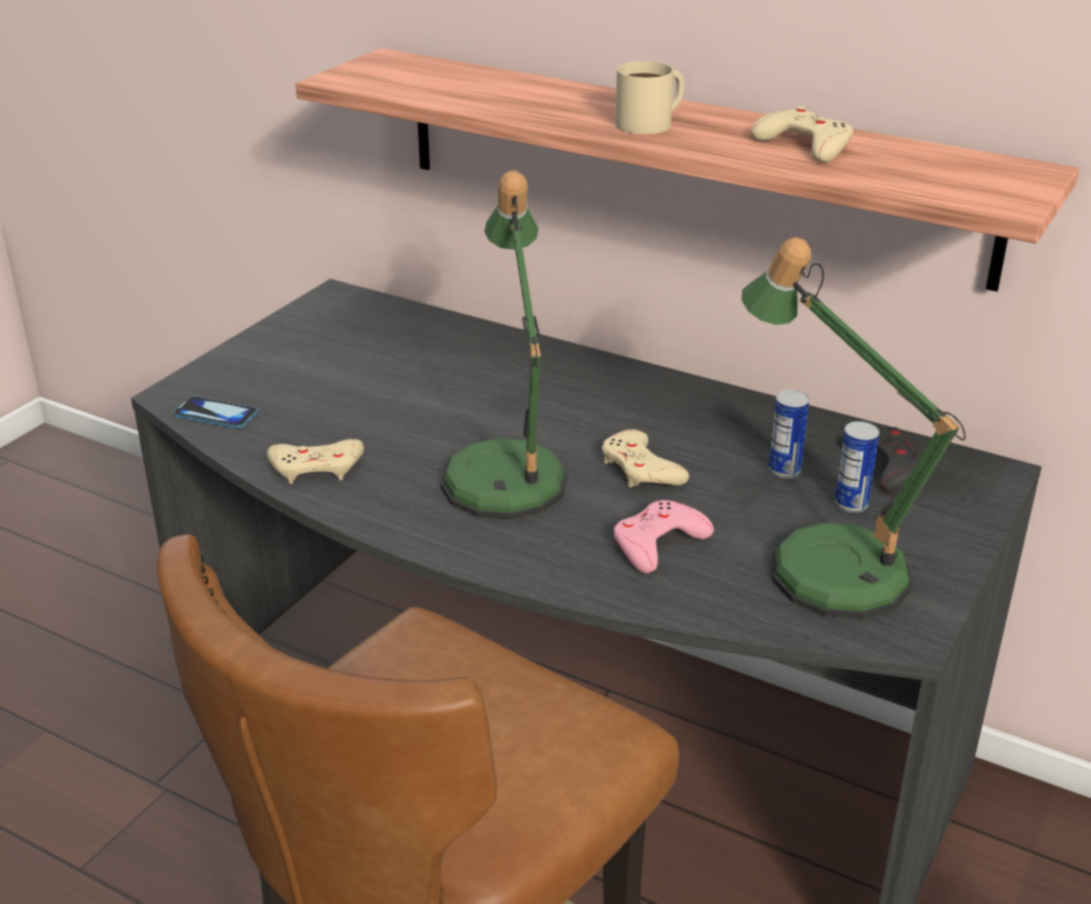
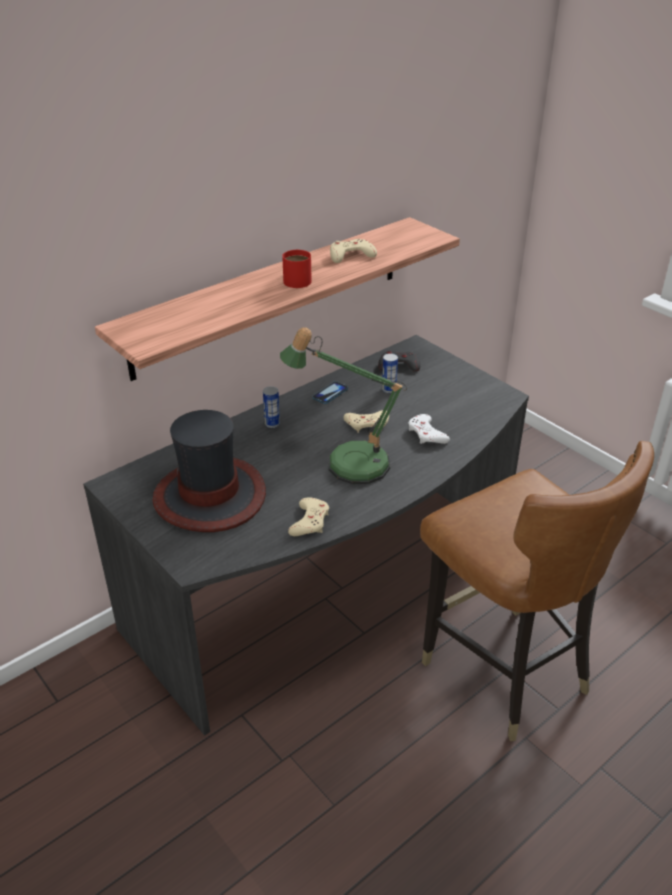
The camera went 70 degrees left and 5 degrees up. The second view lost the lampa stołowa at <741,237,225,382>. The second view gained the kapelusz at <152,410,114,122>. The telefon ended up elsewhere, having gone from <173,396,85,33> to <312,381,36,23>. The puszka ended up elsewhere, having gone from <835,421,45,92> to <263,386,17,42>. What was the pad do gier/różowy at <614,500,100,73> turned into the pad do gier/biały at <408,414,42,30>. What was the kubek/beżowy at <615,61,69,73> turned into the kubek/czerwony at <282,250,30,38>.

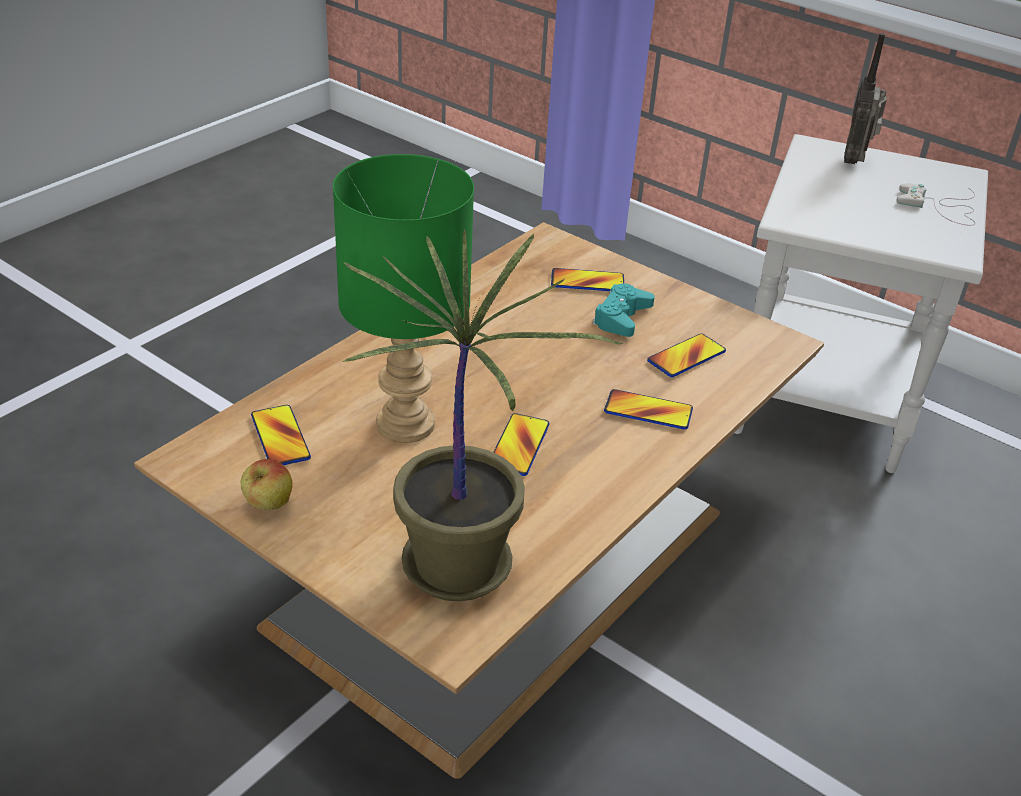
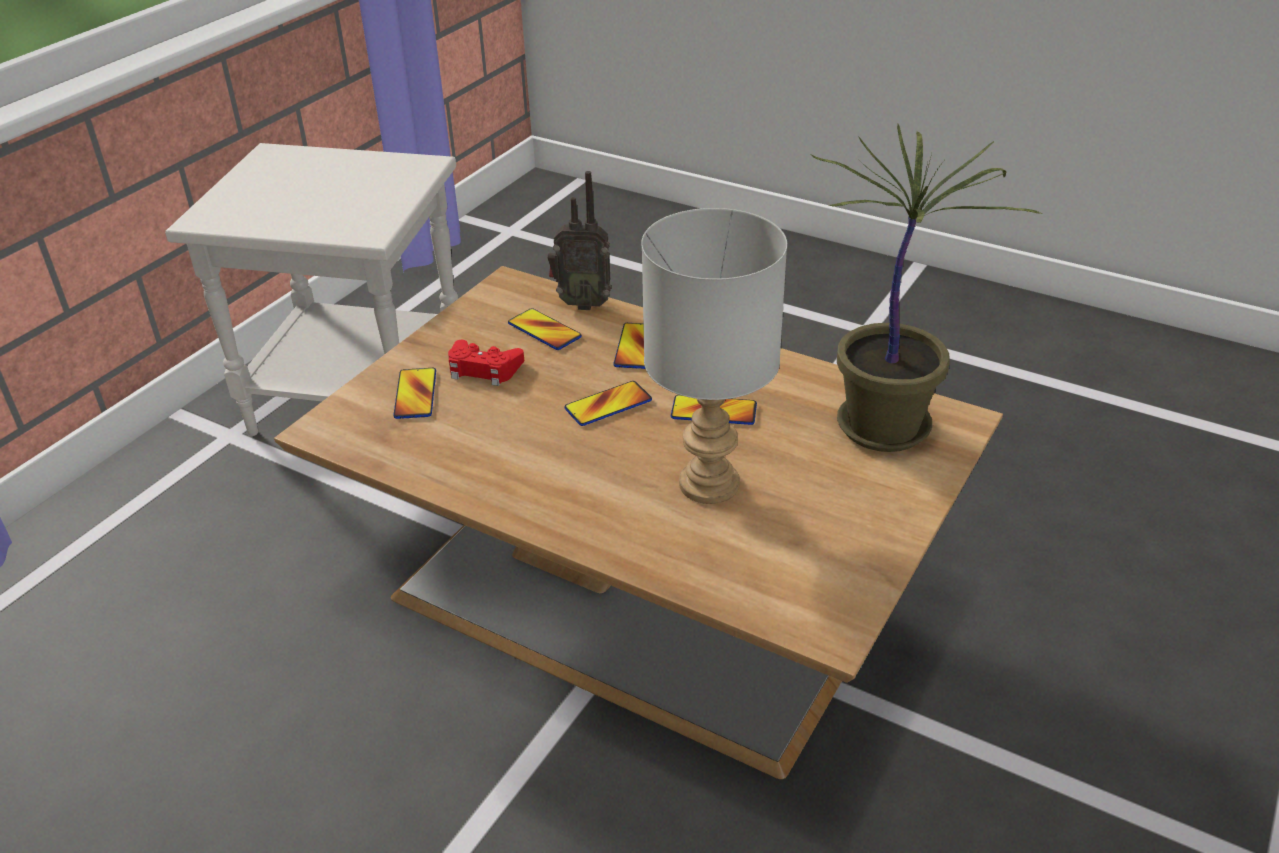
The camera went 95 degrees left and 0 degrees up. The second view lost the jabłko at <241,459,51,51>. The second view lost the pad do gier/biały at <897,184,78,42>. The telefon ended up elsewhere, having gone from <251,405,60,60> to <564,381,88,45>. The radio ended up elsewhere, having gone from <844,33,43,131> to <548,171,64,139>. What was the lampa stołowa/zielony at <333,154,141,289> turned into the lampa stołowa/szary at <641,208,146,296>. What was the pad do gier/turkusowy at <593,283,62,54> turned into the pad do gier/czerwony at <448,340,76,46>.

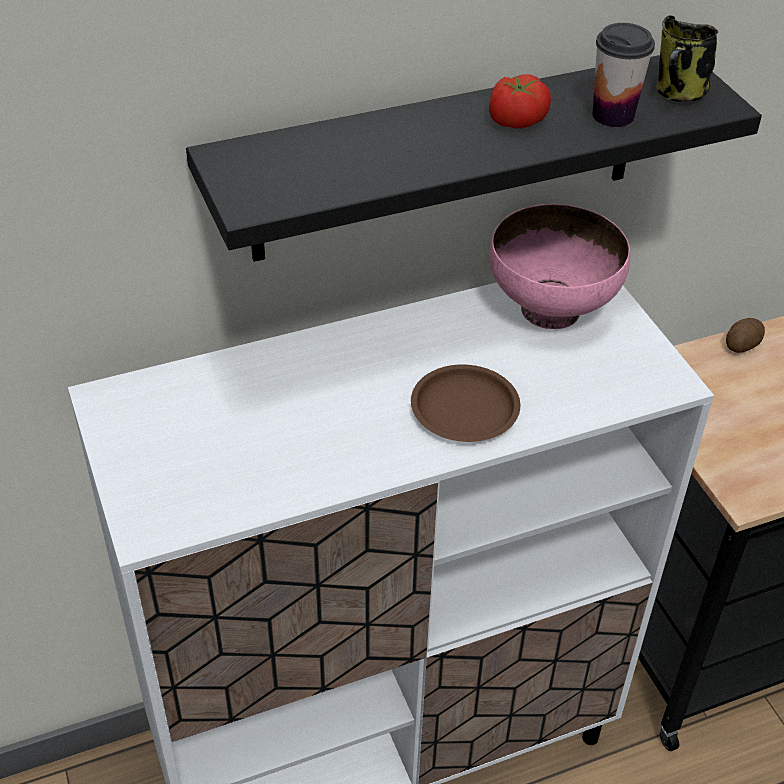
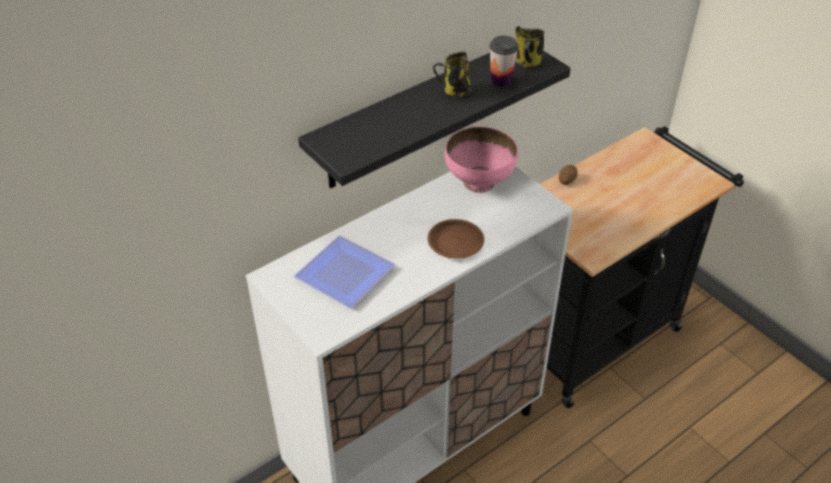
The camera went 15 degrees left and 0 degrees up. The second view gained the talerz at <294,235,101,73>. Where the pomidor stood at <489,74,62,55>, the kubek came to stand at <433,52,40,45>.

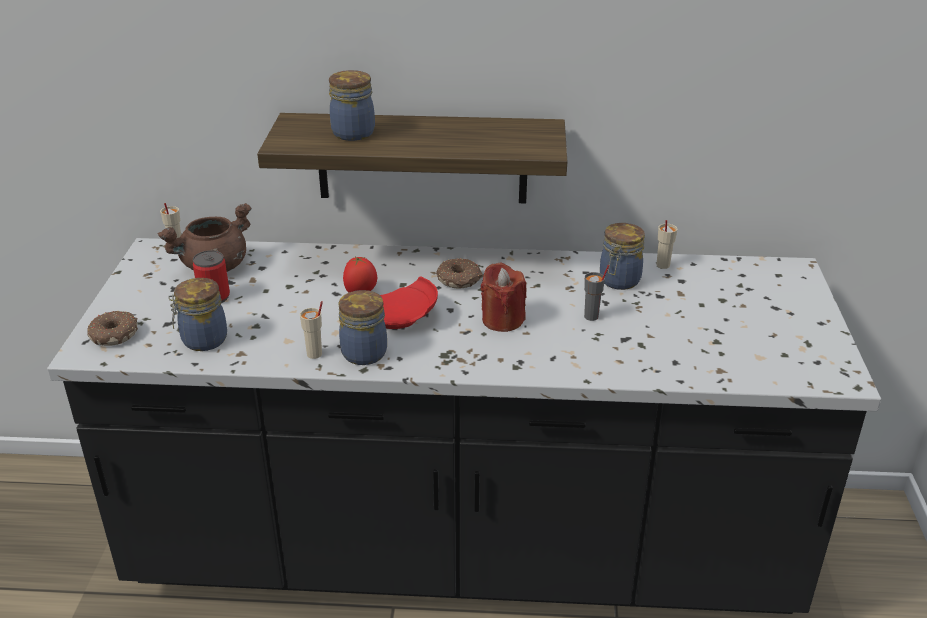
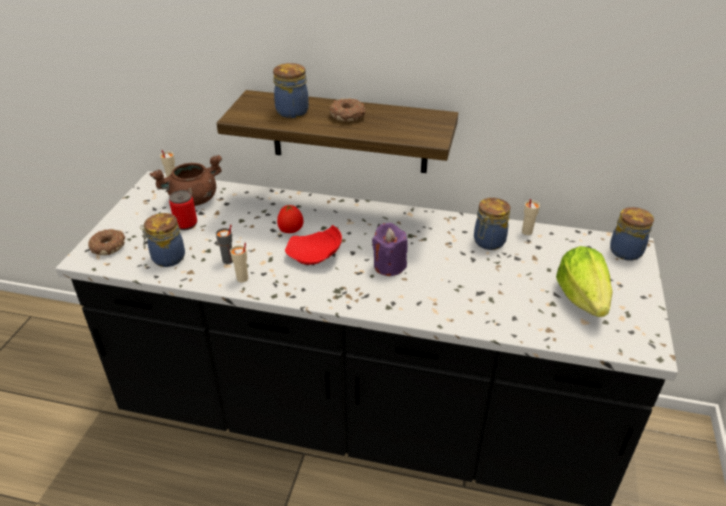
The camera went 10 degrees right and 5 degrees up. The second view gained the sałata at <556,246,57,71>. The słoik ended up elsewhere, having gone from <338,290,49,75> to <610,207,44,53>. The donut ended up elsewhere, having gone from <436,258,47,31> to <330,98,36,24>. The filiżanka/szary ended up elsewhere, having gone from <584,265,25,56> to <216,224,17,40>. What was the świeca/czerwony at <481,263,45,69> turned into the świeca/fioletowy at <372,223,36,53>.

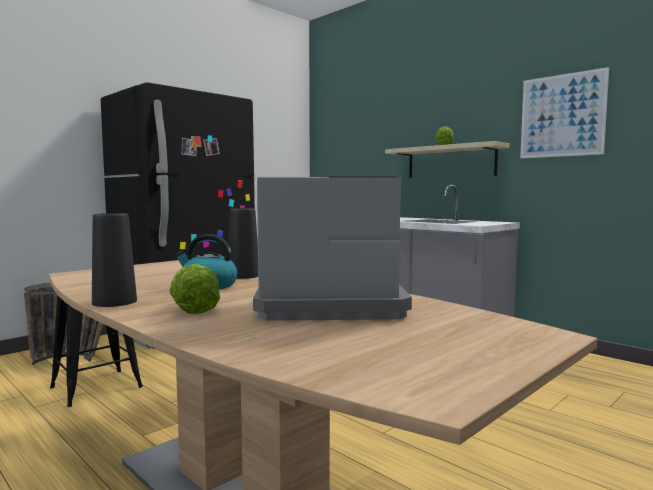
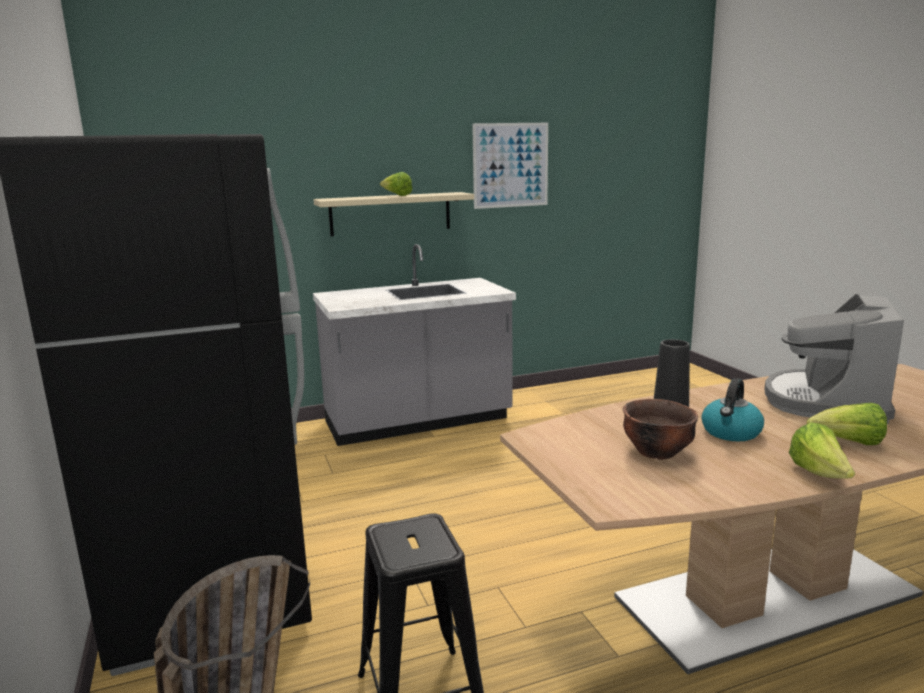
The camera went 65 degrees left and 10 degrees up. The second view gained the miska/brązowy at <623,399,75,61>. Where the wazon/czarny stood at <92,213,45,94>, the sałata came to stand at <789,422,66,57>.

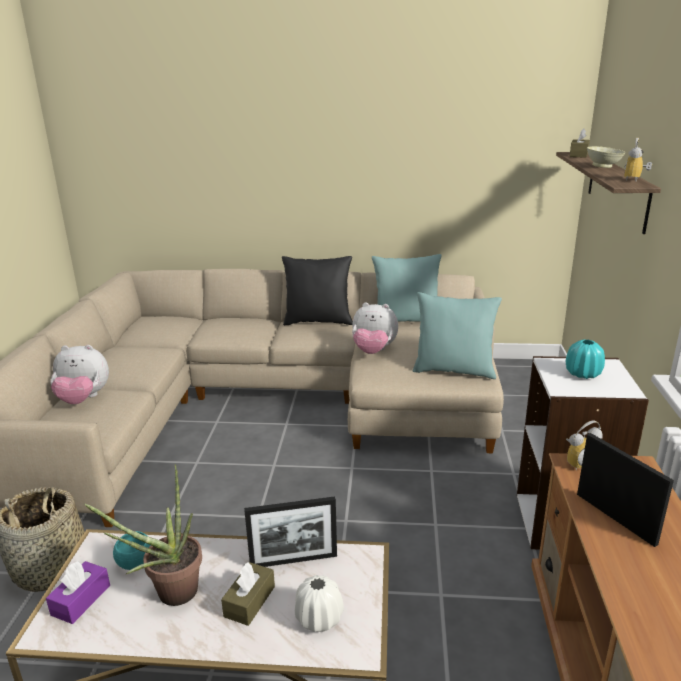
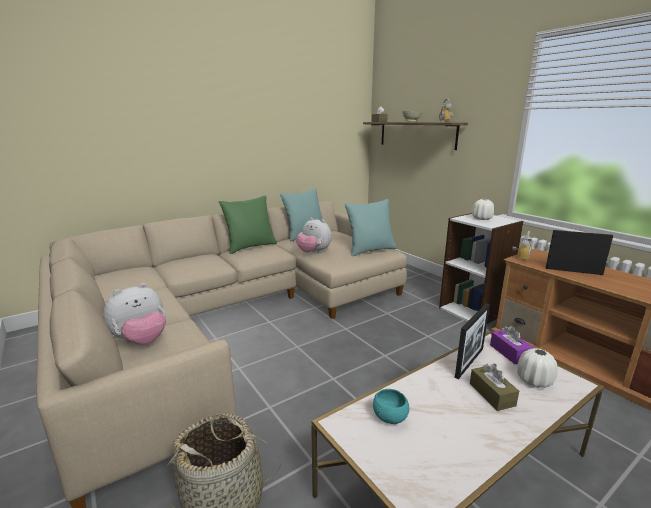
The camera went 40 degrees left and 5 degrees down. The second view lost the roślina doniczkowa at <84,464,118,142>. The pudełko chusteczek/fioletowy ended up elsewhere, having gone from <46,561,64,63> to <490,326,44,38>. What was the poduszka/czarny at <282,256,71,69> turned into the poduszka/zielony at <219,196,58,58>. What was the wazon/turkusowy at <566,339,39,40> turned into the wazon/biały at <472,199,22,21>. The pluszak at <352,302,46,52> ended up facing another way, 60 degrees clockwise from before.

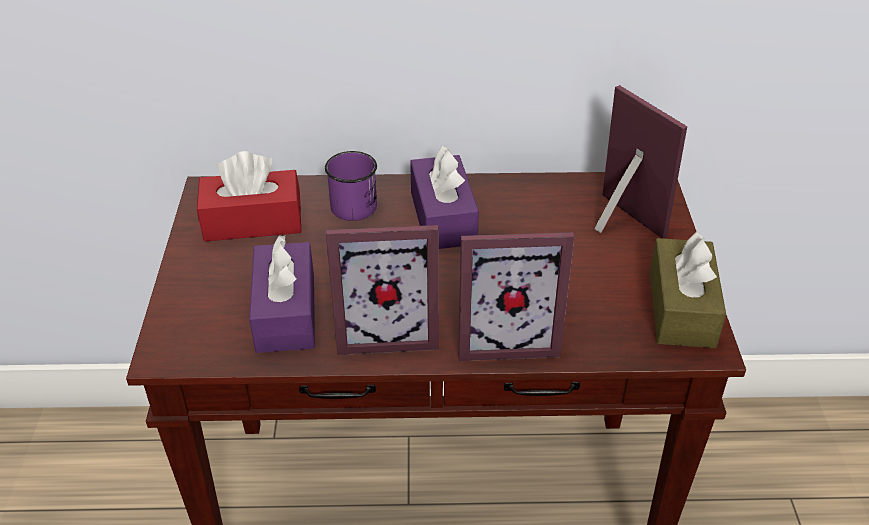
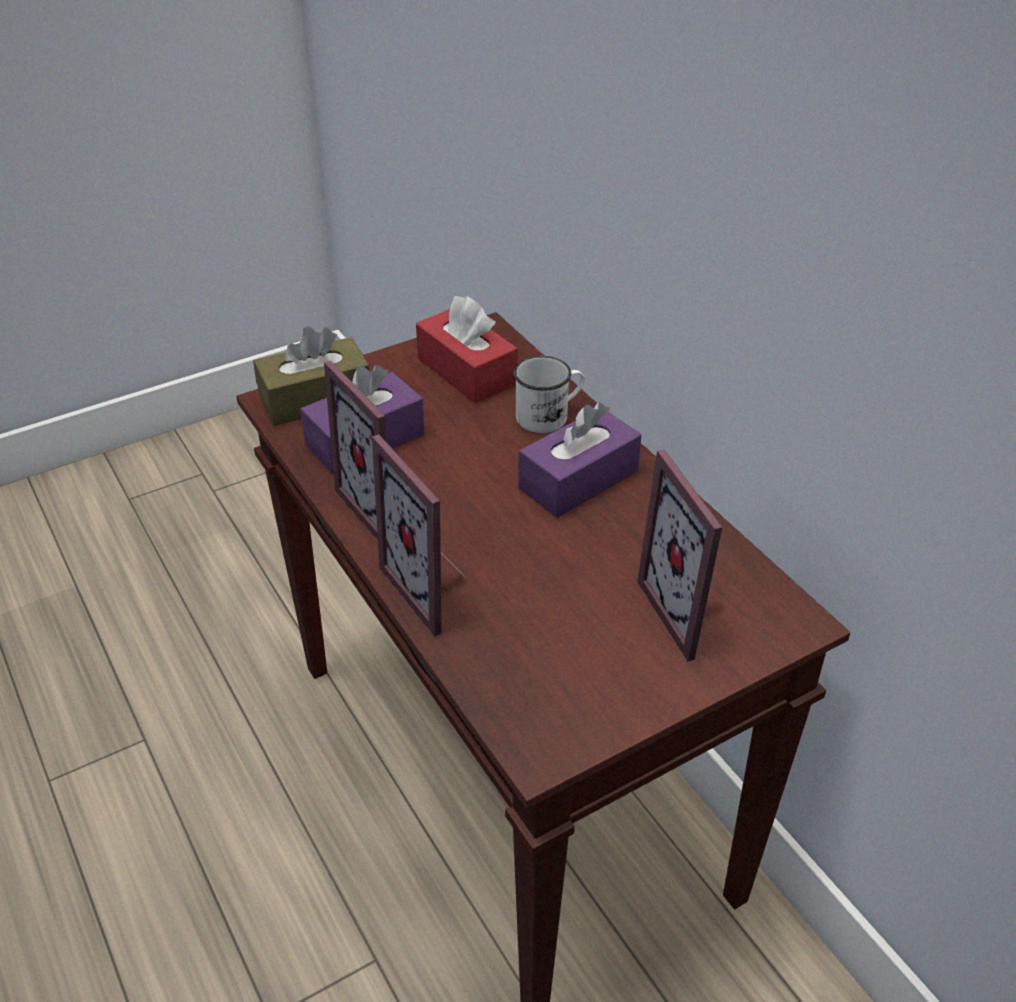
The camera went 60 degrees right and 0 degrees up. The pudełko chusteczek/brązowy ended up elsewhere, having gone from <650,231,76,117> to <253,326,117,100>. What was the kubek/fioletowy at <325,151,52,70> turned into the kubek/biały at <514,356,70,77>. The ramka na zdjęcie at <594,85,93,154> ended up facing another way, 135 degrees clockwise from before.

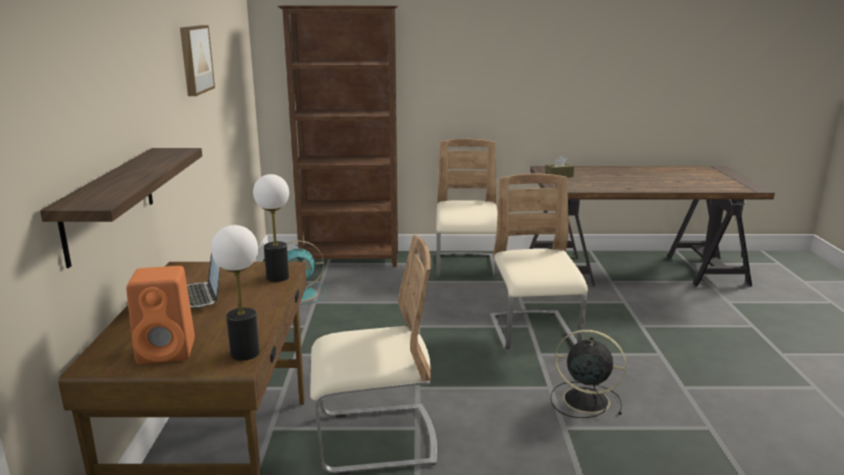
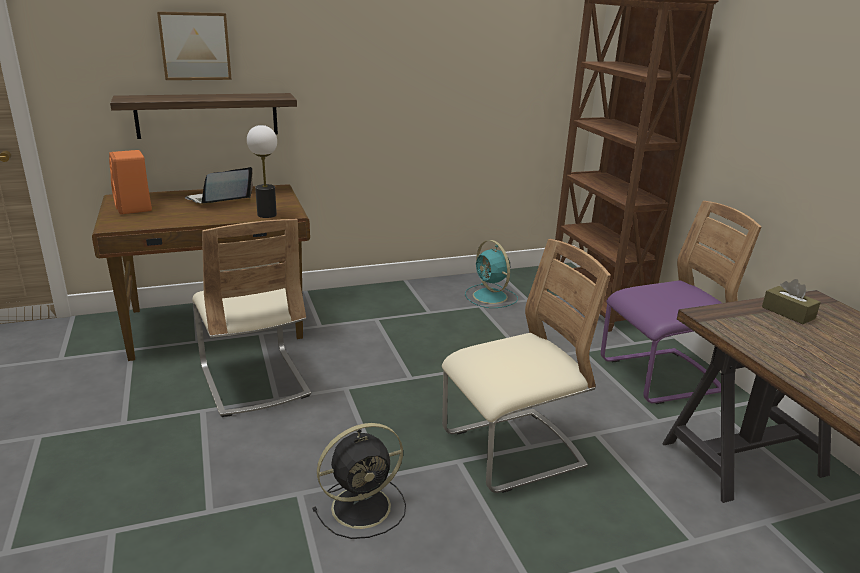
The camera went 70 degrees right and 5 degrees up. The second view lost the lampa stołowa at <211,225,49,136>. The obraz ended up elsewhere, having gone from <180,25,35,71> to <157,11,75,69>. What was the krzesło/beżowy at <436,139,62,138> turned into the krzesło/fioletowy at <601,201,160,203>. The wentylator/czarny at <550,330,76,88> ended up facing another way, 60 degrees clockwise from before.

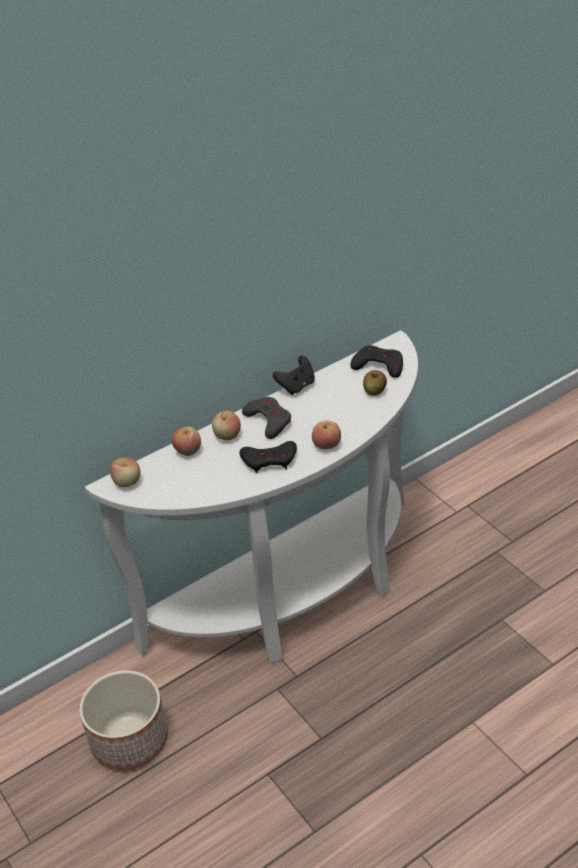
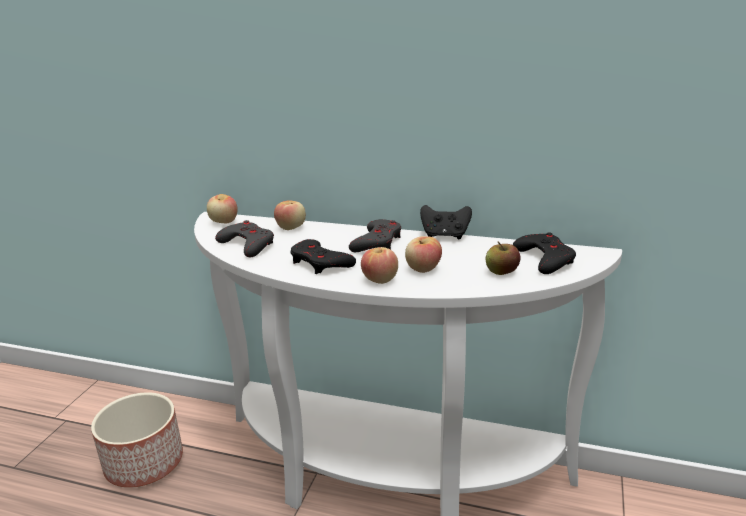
The camera went 50 degrees right and 15 degrees down. The second view gained the pad do gier/szary at <215,220,59,37>. The jabłko ended up elsewhere, having gone from <212,410,29,30> to <405,236,37,37>.

